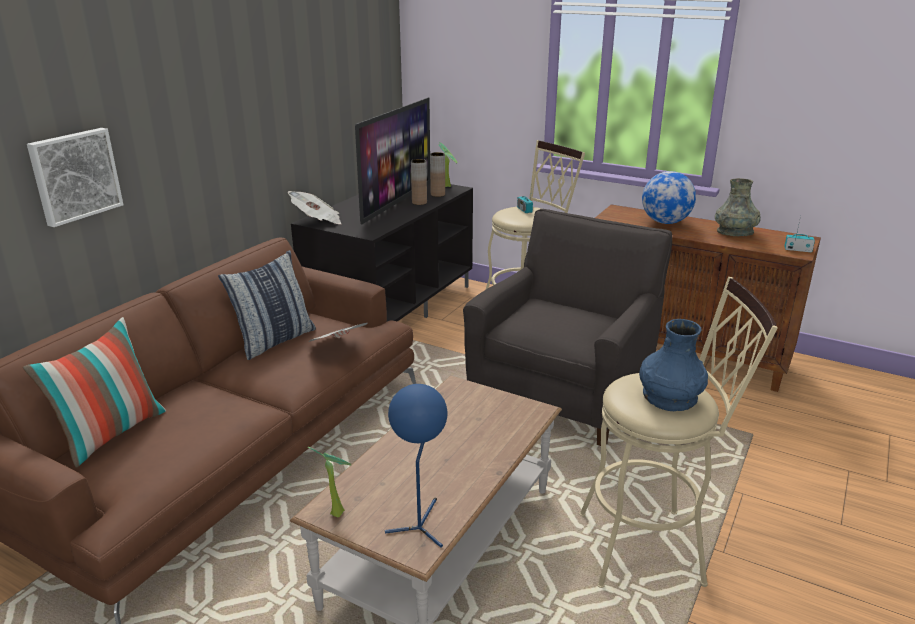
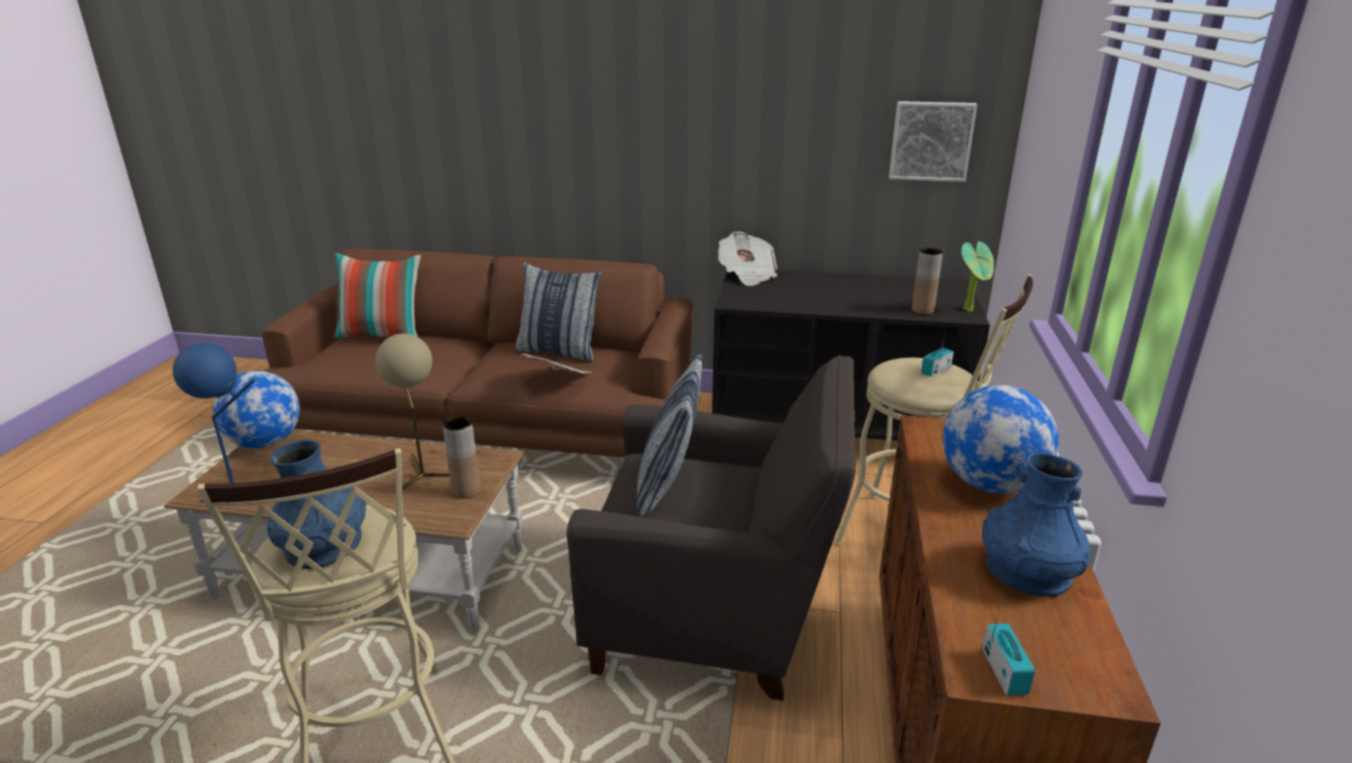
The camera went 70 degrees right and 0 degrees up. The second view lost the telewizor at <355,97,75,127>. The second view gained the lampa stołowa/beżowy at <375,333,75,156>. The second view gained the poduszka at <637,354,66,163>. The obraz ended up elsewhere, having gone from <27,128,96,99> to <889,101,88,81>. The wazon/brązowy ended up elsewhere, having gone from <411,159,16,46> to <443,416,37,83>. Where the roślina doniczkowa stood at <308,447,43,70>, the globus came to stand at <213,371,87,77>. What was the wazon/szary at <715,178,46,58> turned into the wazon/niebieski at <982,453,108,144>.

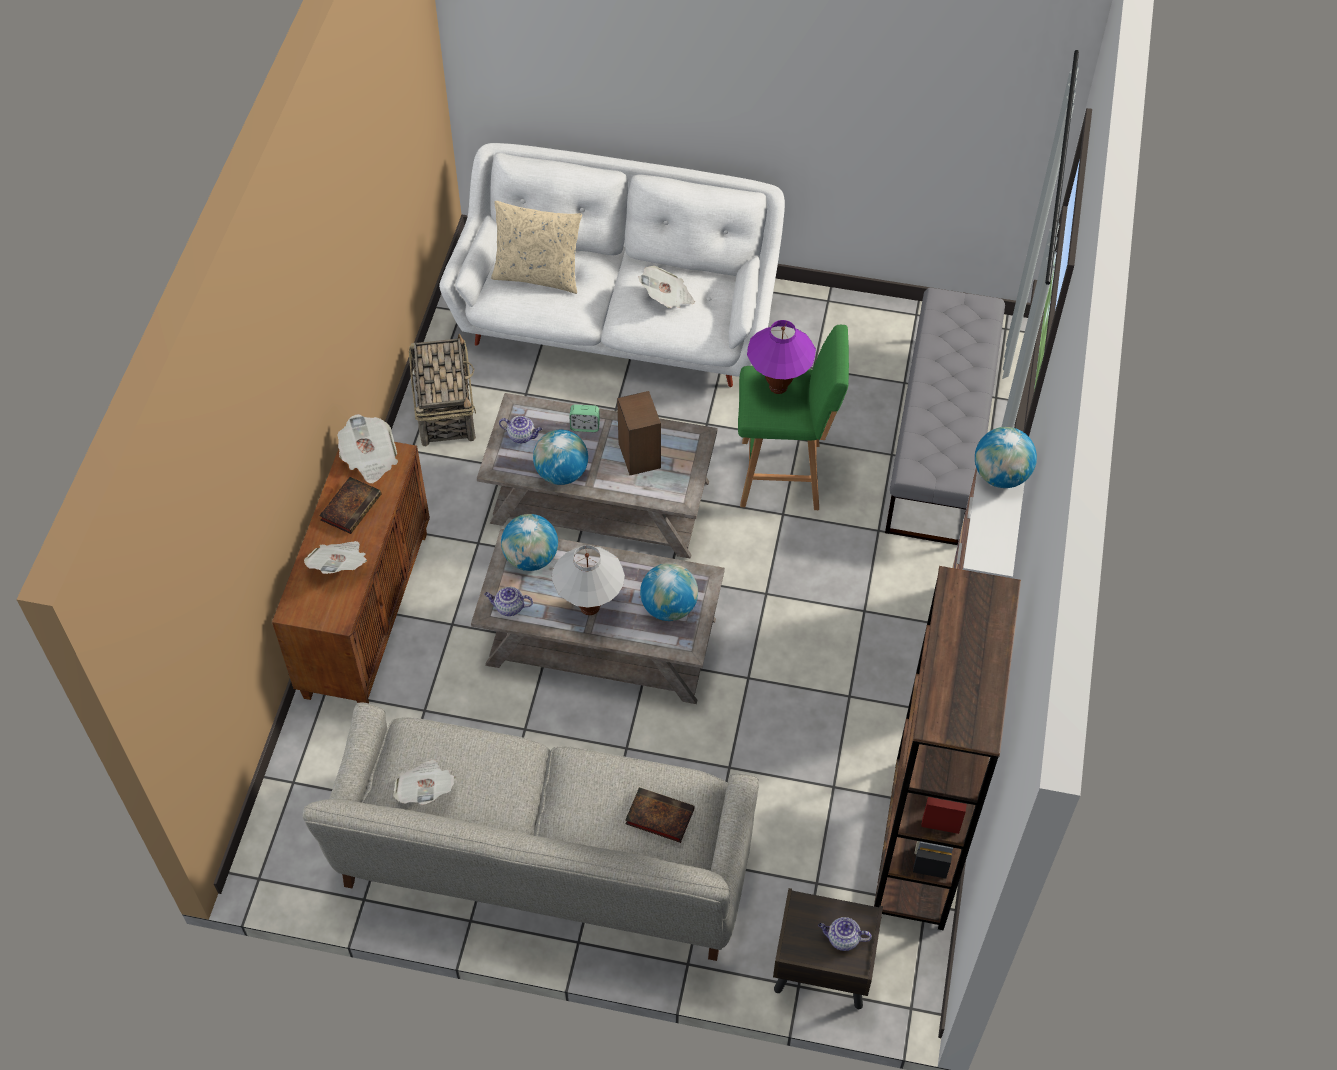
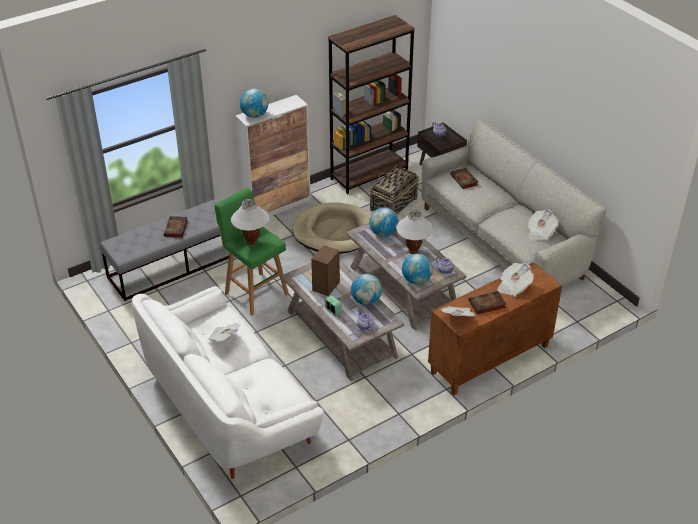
The camera went 135 degrees left and 15 degrees down. The second view lost the poduszka/beżowy at <491,201,91,93>. The second view gained the książka at <164,216,24,22>. The second view gained the legowisko/beżowy at <292,202,79,52>. The koszyk ended up elsewhere, having gone from <409,334,67,112> to <370,163,49,51>. What was the lampa stołowa/fioletowy at <747,320,69,74> turned into the lampa stołowa/biały at <231,199,39,47>.

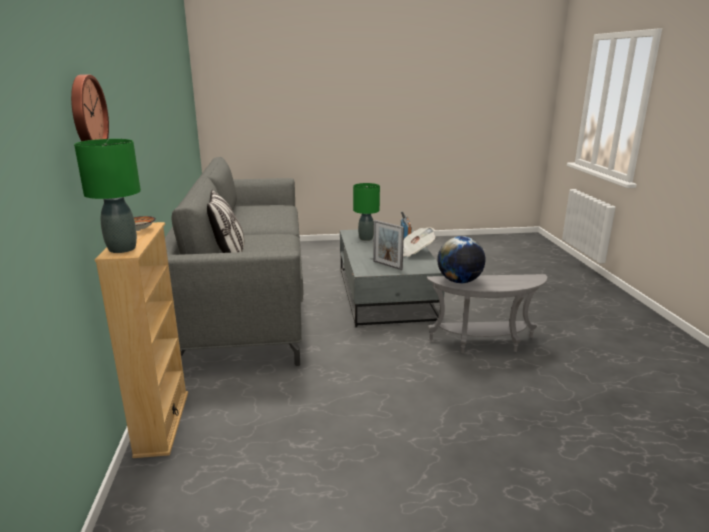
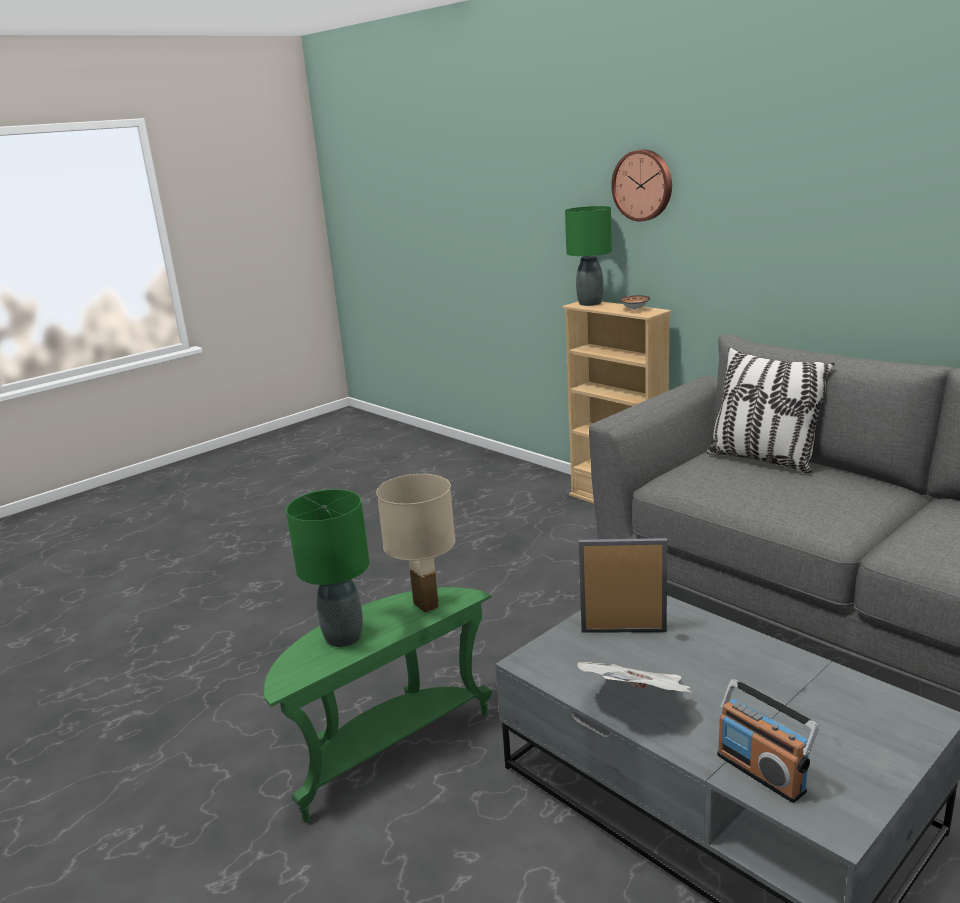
The camera went 145 degrees right and 0 degrees up. The lampa stołowa/zielony ended up elsewhere, having gone from <353,183,27,58> to <286,489,83,158>. Where the globus stood at <437,236,48,47>, the lampa stołowa/beżowy came to stand at <376,474,79,139>. What was the stolik/szary at <427,274,121,79> turned into the stolik/zielony at <264,587,228,235>.

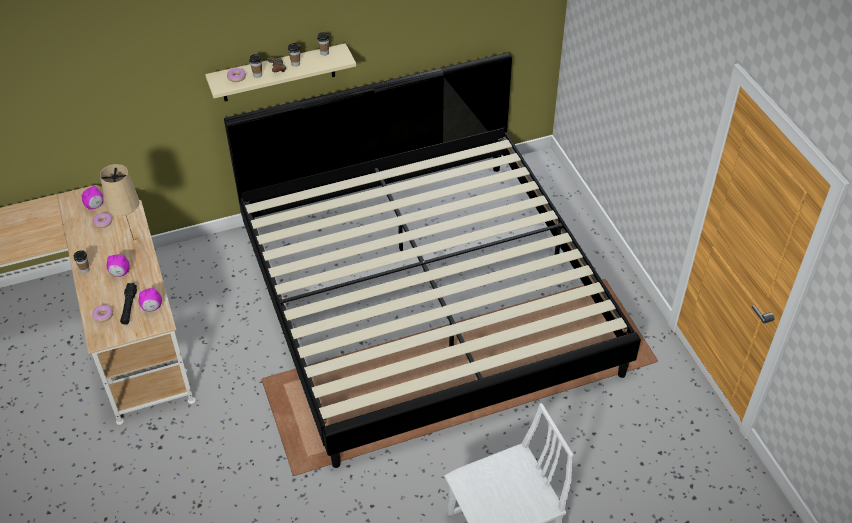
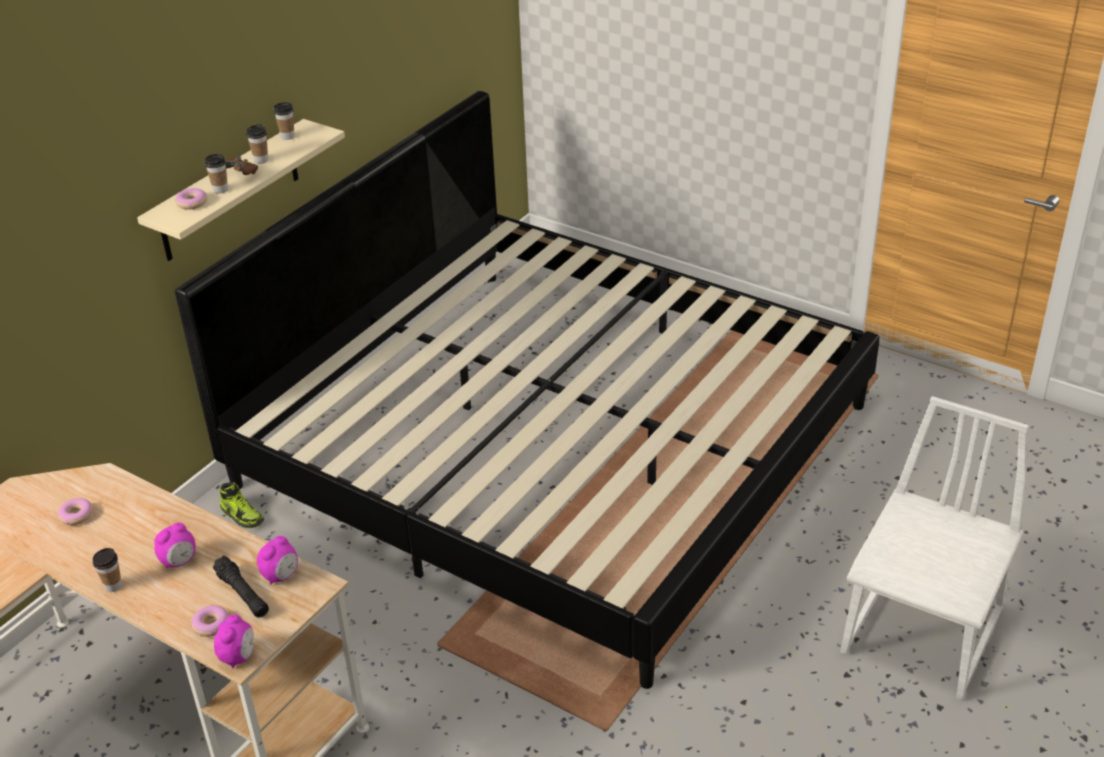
The camera went 35 degrees left and 10 degrees down. The second view lost the lampa stołowa/beżowy at <100,164,40,77>. The second view gained the but at <220,482,44,47>. The budzik ended up elsewhere, having gone from <82,186,22,24> to <214,615,40,53>.

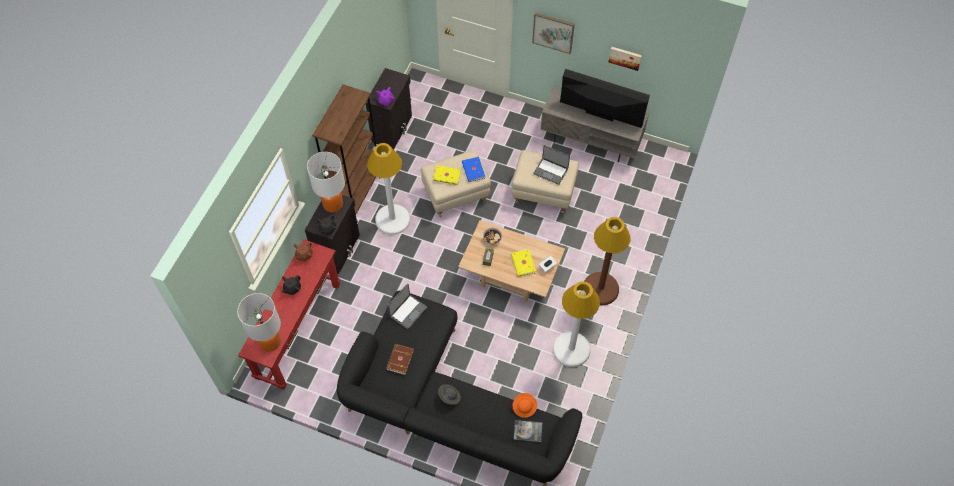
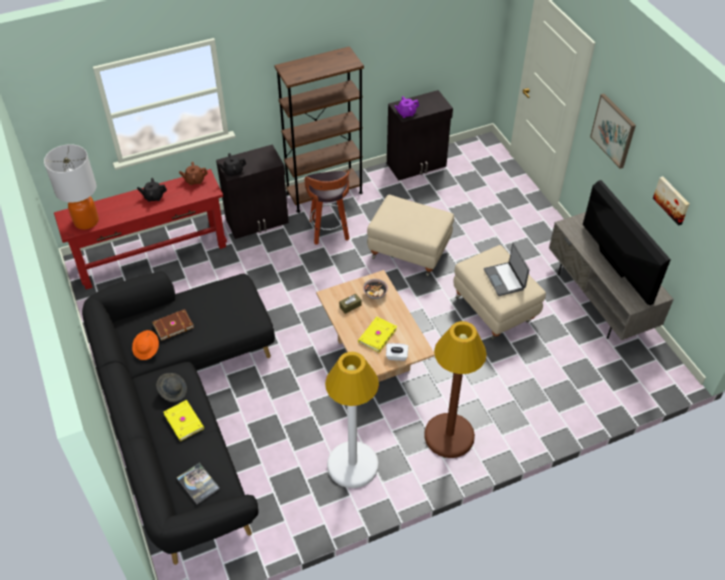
The camera went 45 degrees right and 10 degrees down. The second view lost the lampa stołowa at <307,152,38,60>. The second view lost the laptop at <388,284,39,45>. The second view lost the książka/niebieski at <462,157,23,25>. The książka/żółty ended up elsewhere, having gone from <433,166,28,19> to <164,400,40,41>. The kapelusz/pomarańczowy ended up elsewhere, having gone from <513,393,24,25> to <132,330,27,30>. Where the lampa stojąca/biały stood at <367,143,43,92>, the stołek came to stand at <305,171,44,74>.

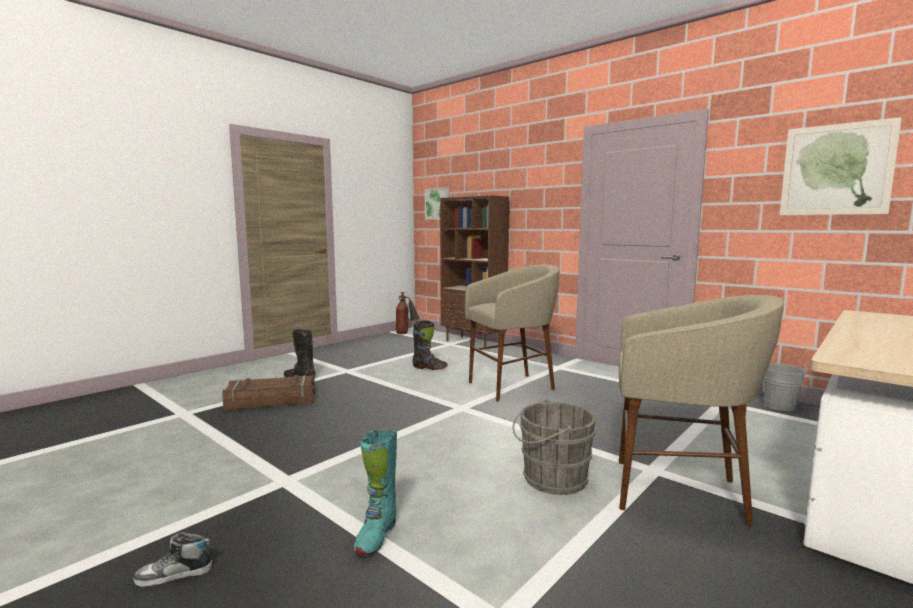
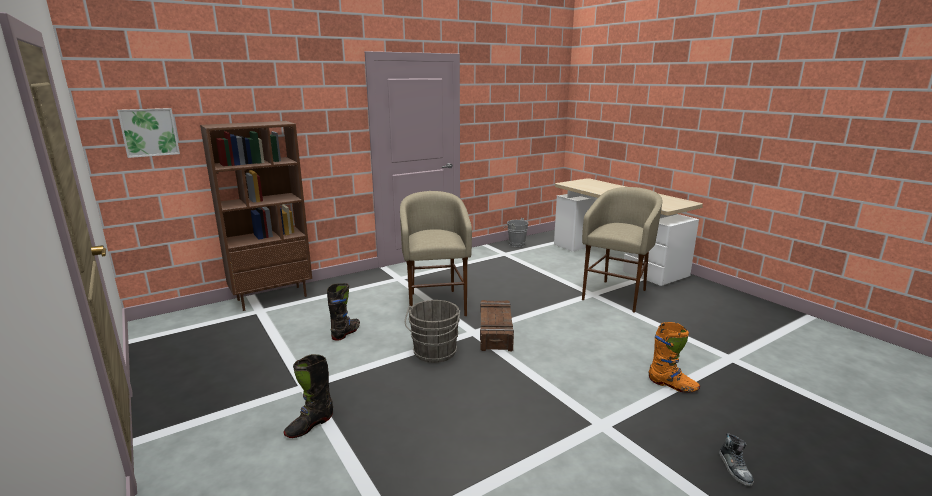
The camera went 75 degrees left and 10 degrees up. The second view lost the gaśnica at <396,291,24,43>. The second view lost the obraz at <780,117,122,98>. The skrzynka ended up elsewhere, having gone from <222,375,93,35> to <480,300,34,51>. The wiadro/szary ended up elsewhere, having gone from <513,398,83,97> to <405,300,55,63>. What was the but z cholewką/turkusowy at <354,430,43,126> turned into the but z cholewką/pomarańczowy at <649,322,51,71>.

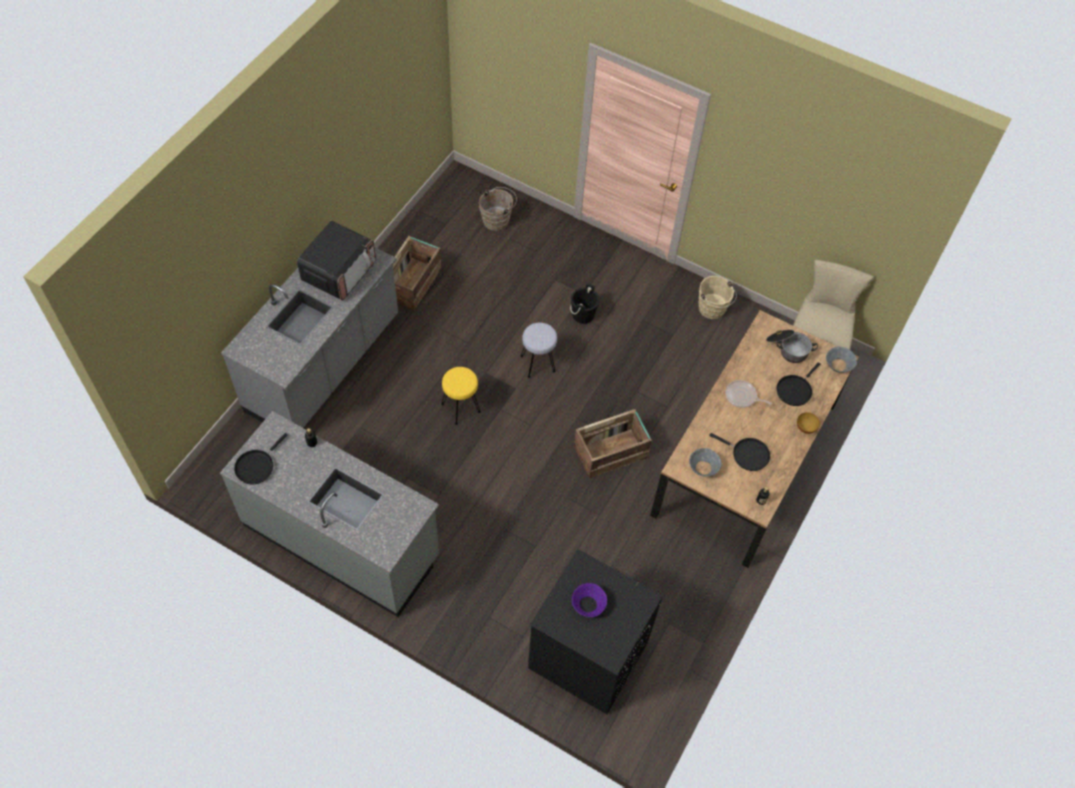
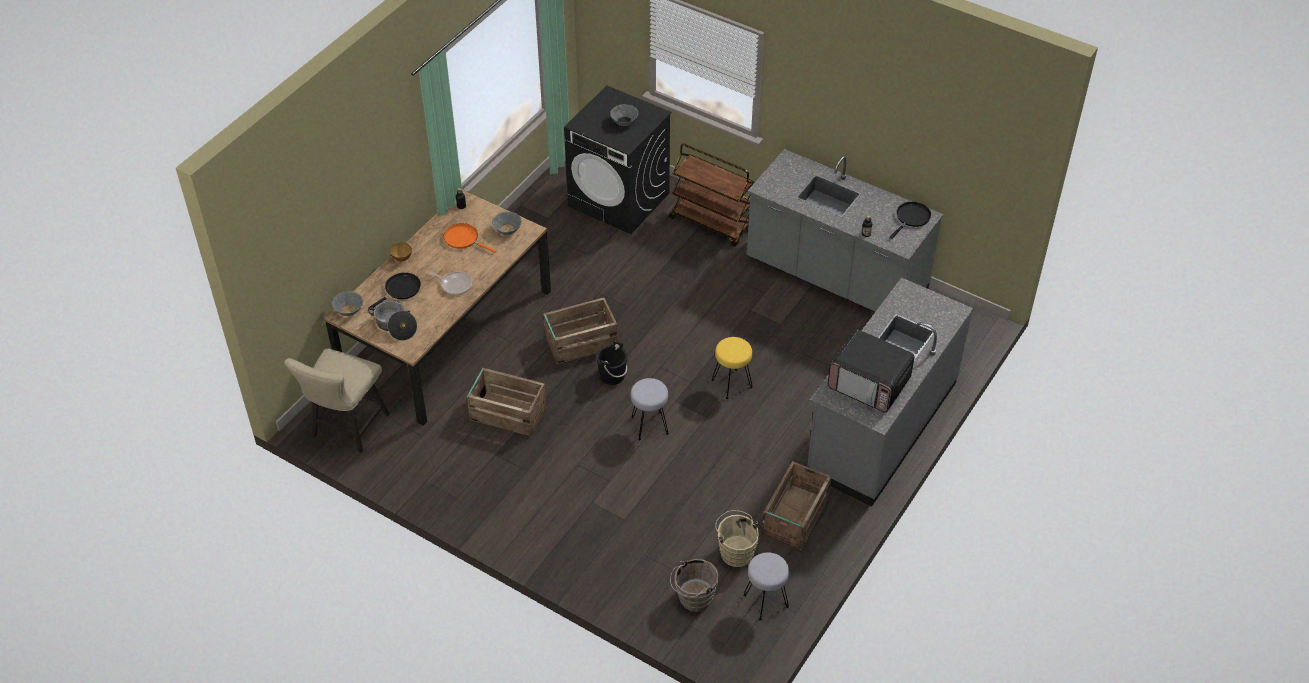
The camera went 175 degrees left and 10 degrees down. The second view gained the skrzynka at <467,368,79,68>. The second view gained the wózek/brązowy at <669,143,86,103>. The second view gained the stołek/szary at <743,552,46,69>. The wiadro/czarny ended up elsewhere, having gone from <570,283,29,41> to <596,340,31,45>. The wiadro/beżowy ended up elsewhere, having gone from <699,276,38,43> to <715,510,44,57>. What was the miska/fioletowy at <572,583,35,34> turned into the miska/szary at <610,104,28,22>. What was the patelnia/czarny at <709,433,61,38> turned into the patelnia/pomarańczowy at <443,223,53,30>. The mikrofalówka at <297,221,79,79> ended up facing another way, 90 degrees counterclockwise from before.

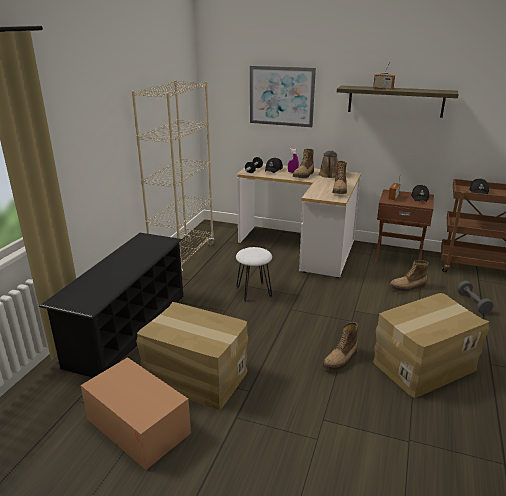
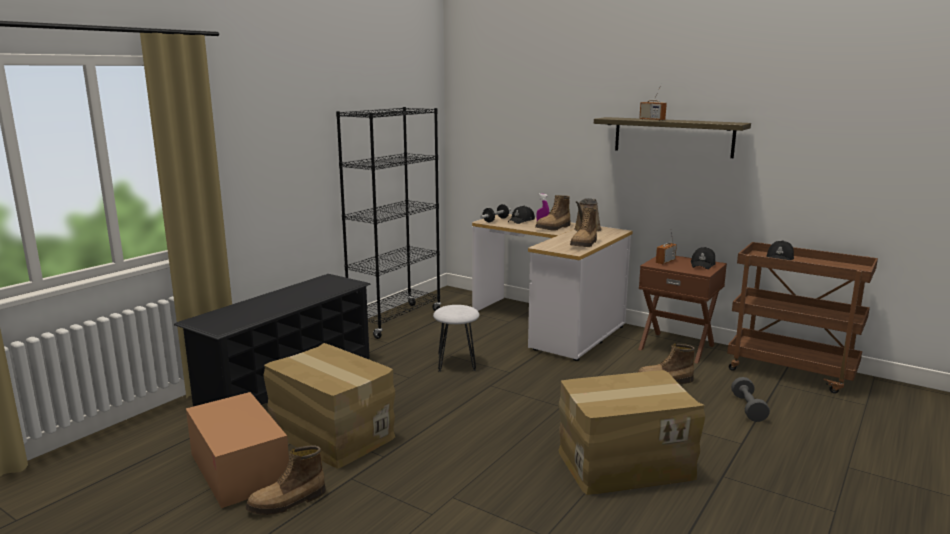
The camera went 15 degrees right and 10 degrees down. The second view lost the obraz at <250,66,66,61>. The but z cholewką ended up elsewhere, having gone from <322,322,36,49> to <246,446,80,69>. What was the regał/beżowy at <131,80,83,191> turned into the regał/czarny at <336,107,105,232>.

